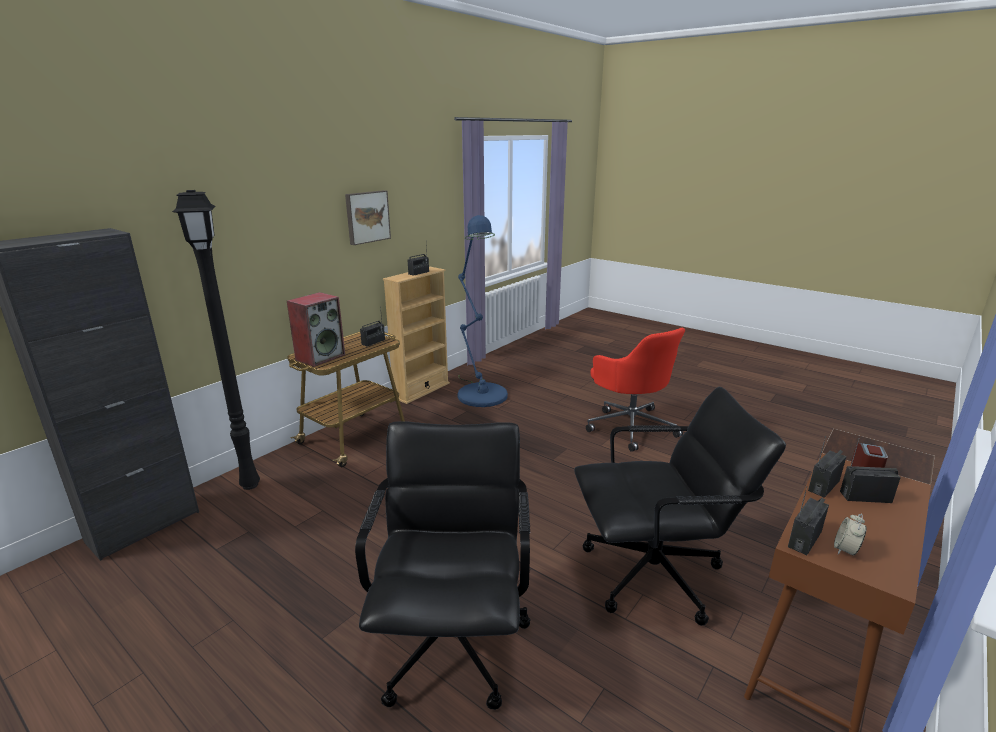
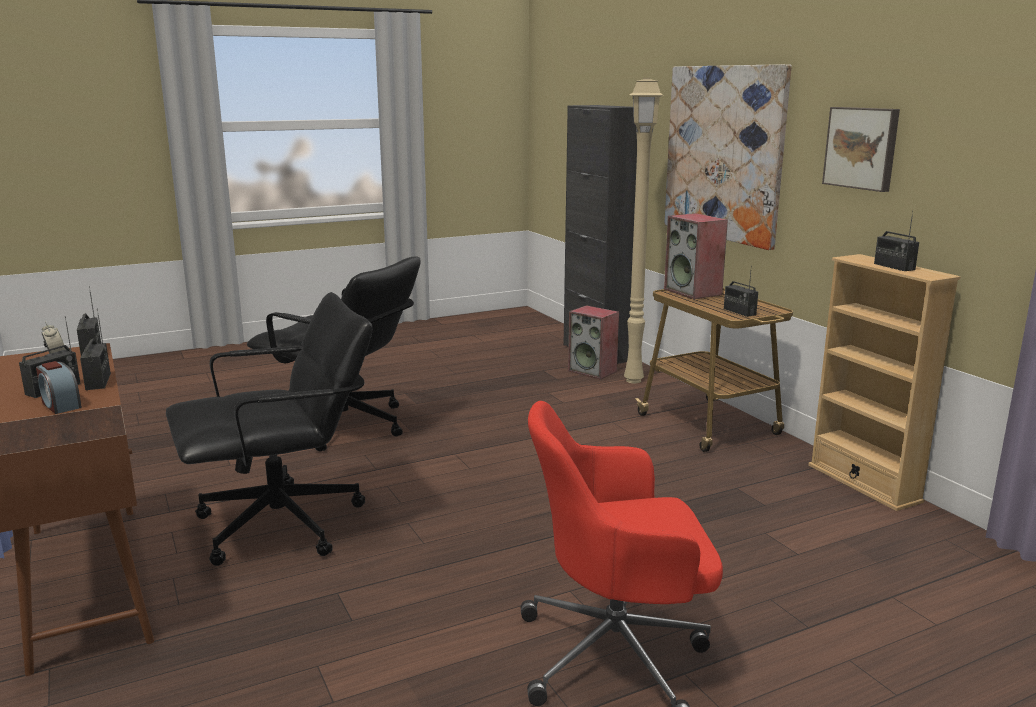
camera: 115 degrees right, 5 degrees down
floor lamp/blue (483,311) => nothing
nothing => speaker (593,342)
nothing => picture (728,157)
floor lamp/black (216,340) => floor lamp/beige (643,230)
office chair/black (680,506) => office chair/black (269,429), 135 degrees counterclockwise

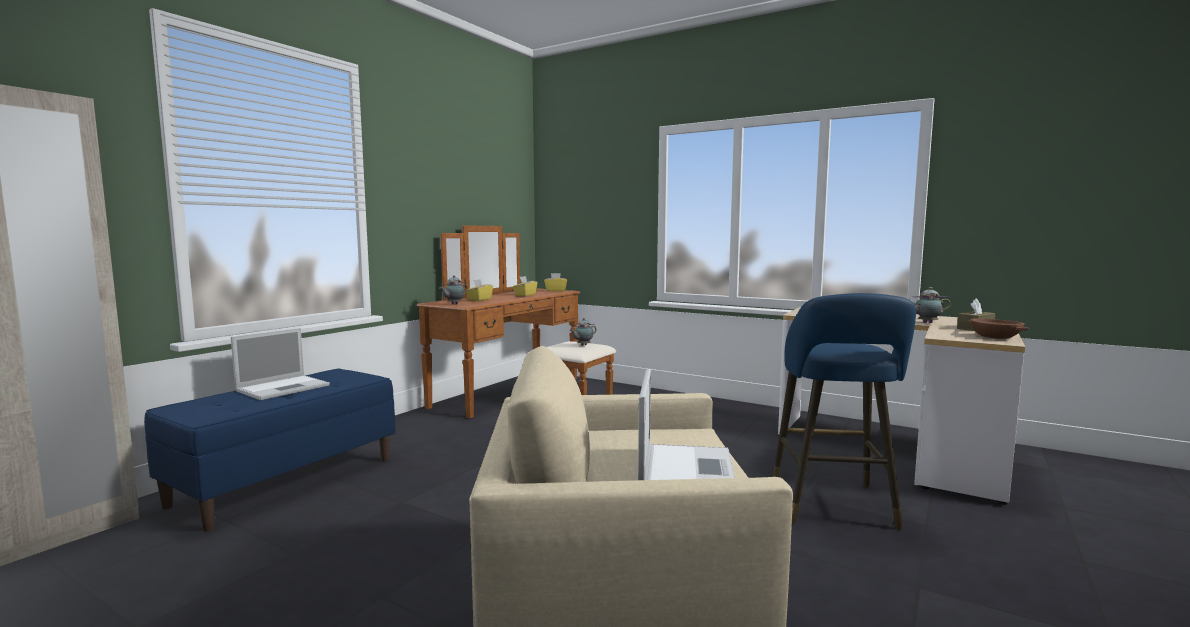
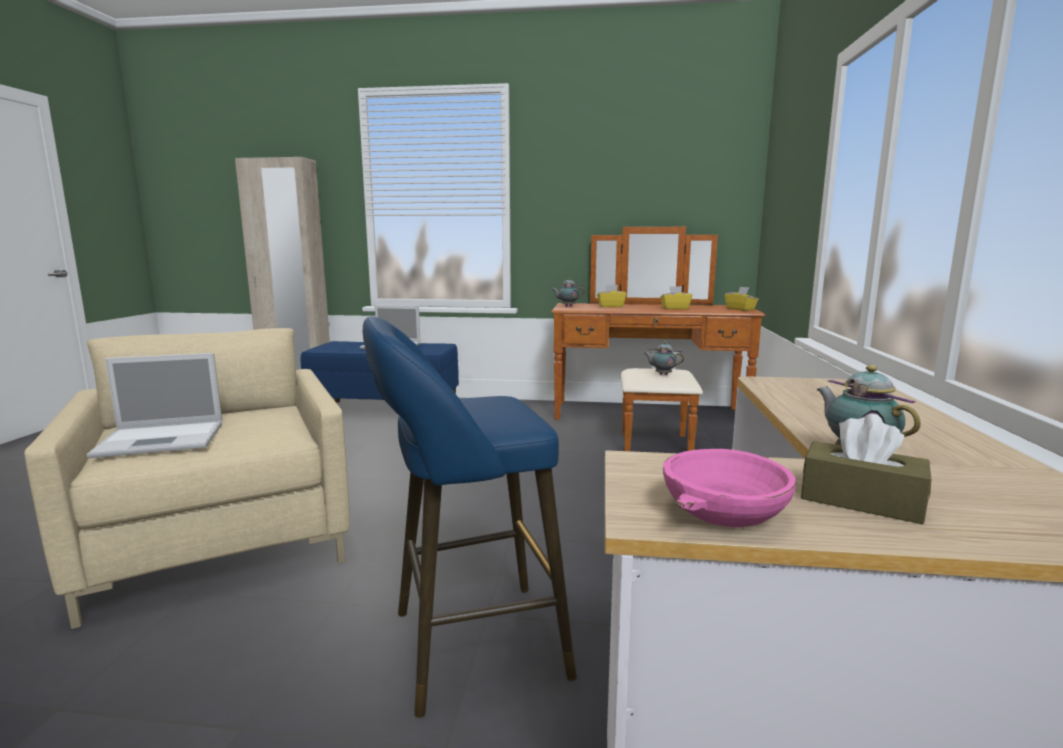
camera: 65 degrees right, 5 degrees up
bowl/brown (998,328) => bowl/pink (729,488)

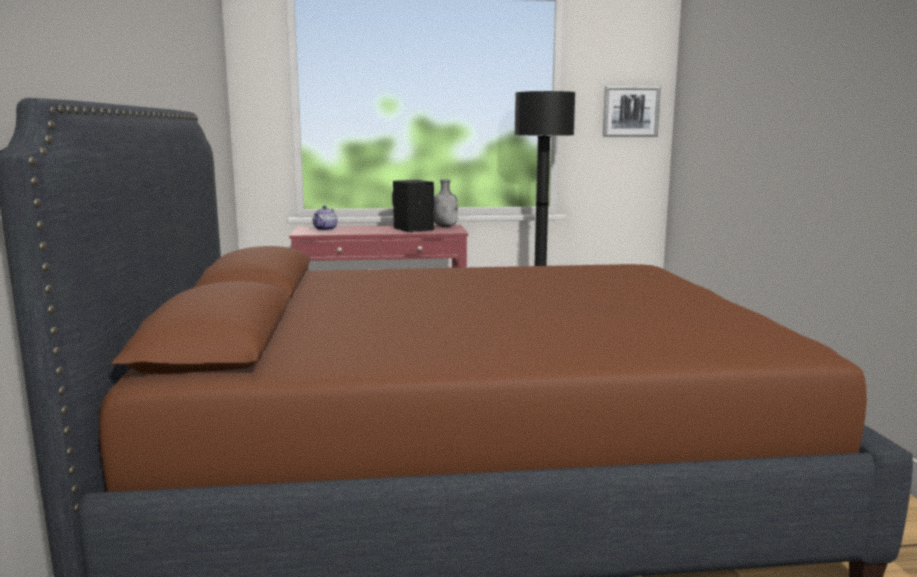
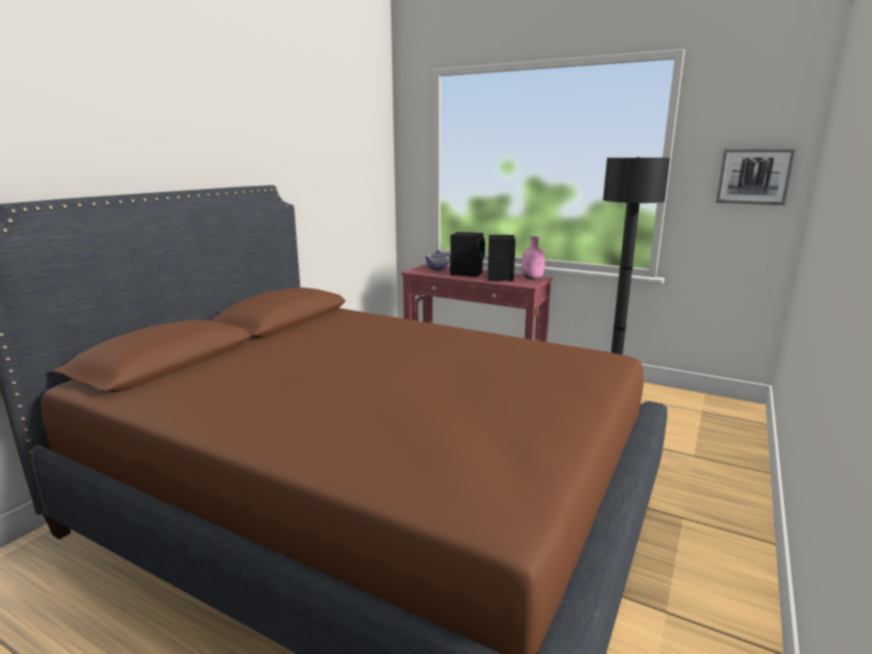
camera: 35 degrees right, 5 degrees up
nothing => speaker/black (467,254)
bottle/grey (446,203) => bottle/pink (533,258)

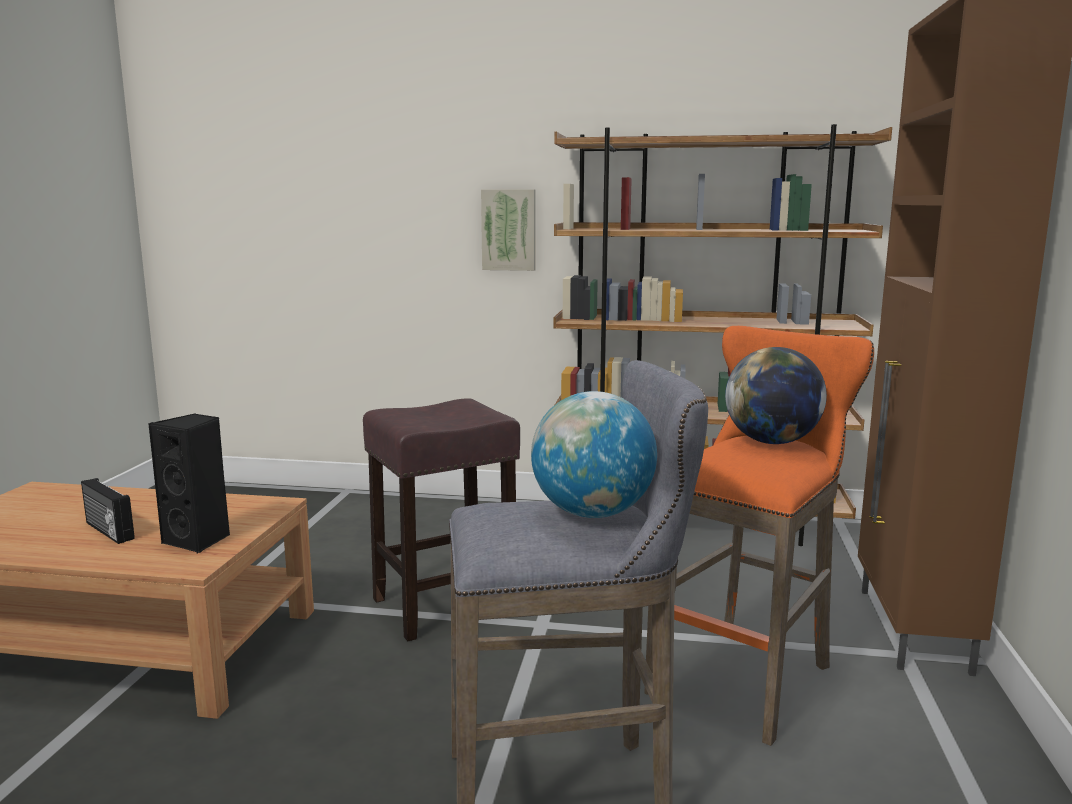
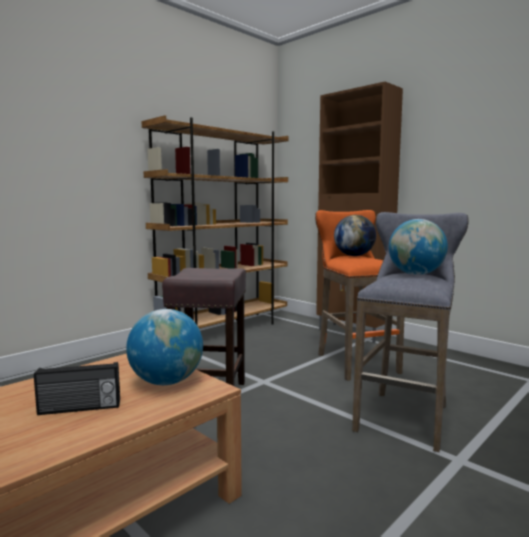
camera: 55 degrees left, 5 degrees down
picture (508,230) => nothing
speaker/black (189,483) => globe (164,347)

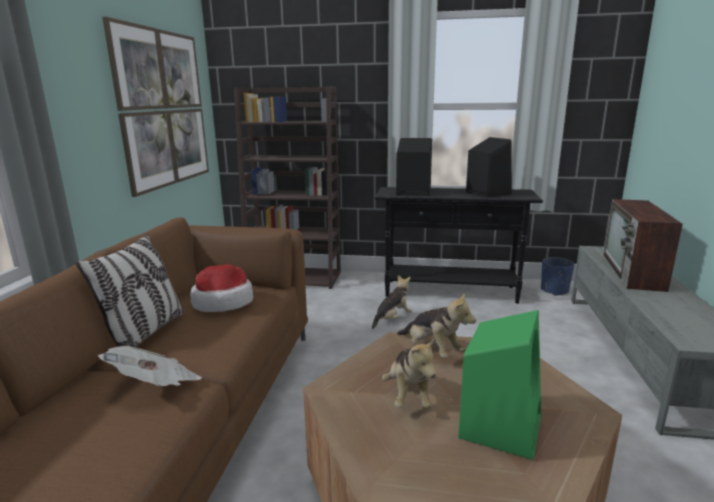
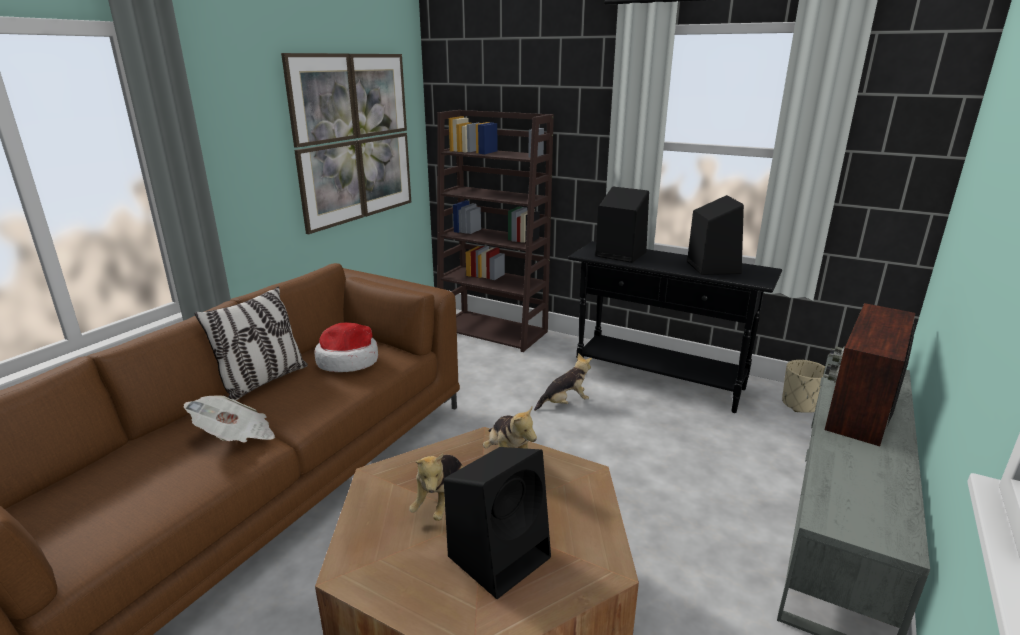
camera: 20 degrees right, 5 degrees up
speaker/green (499,385) => speaker/black (497,523)
planter/blue (558,276) => planter/beige (803,386)

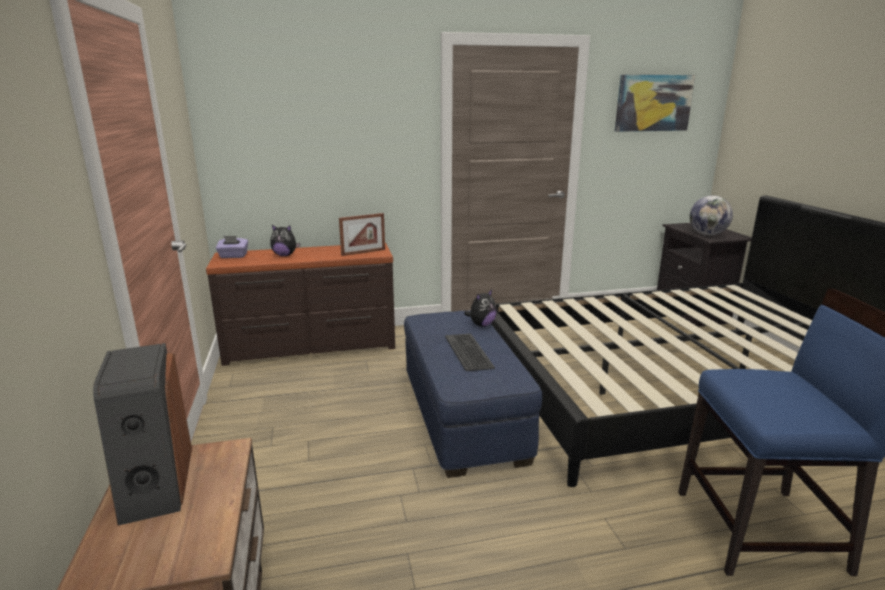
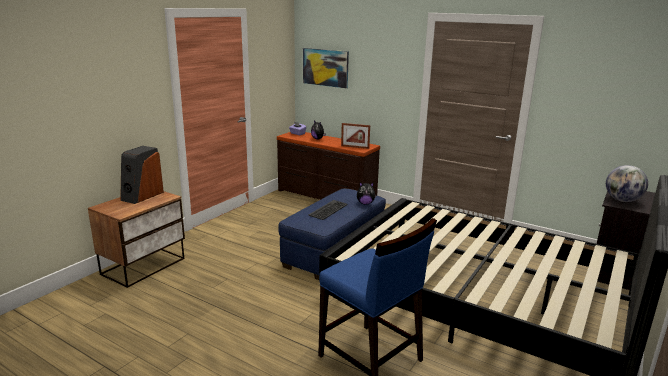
camera: 45 degrees right, 0 degrees up
picture (655,103) => picture (326,68), shifted

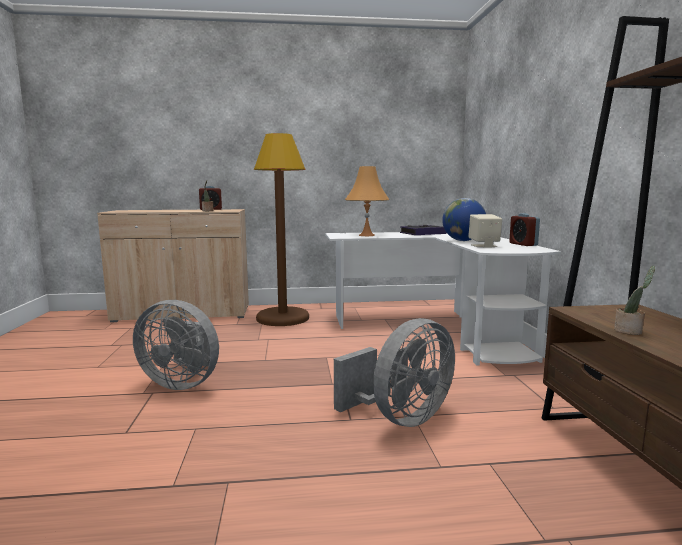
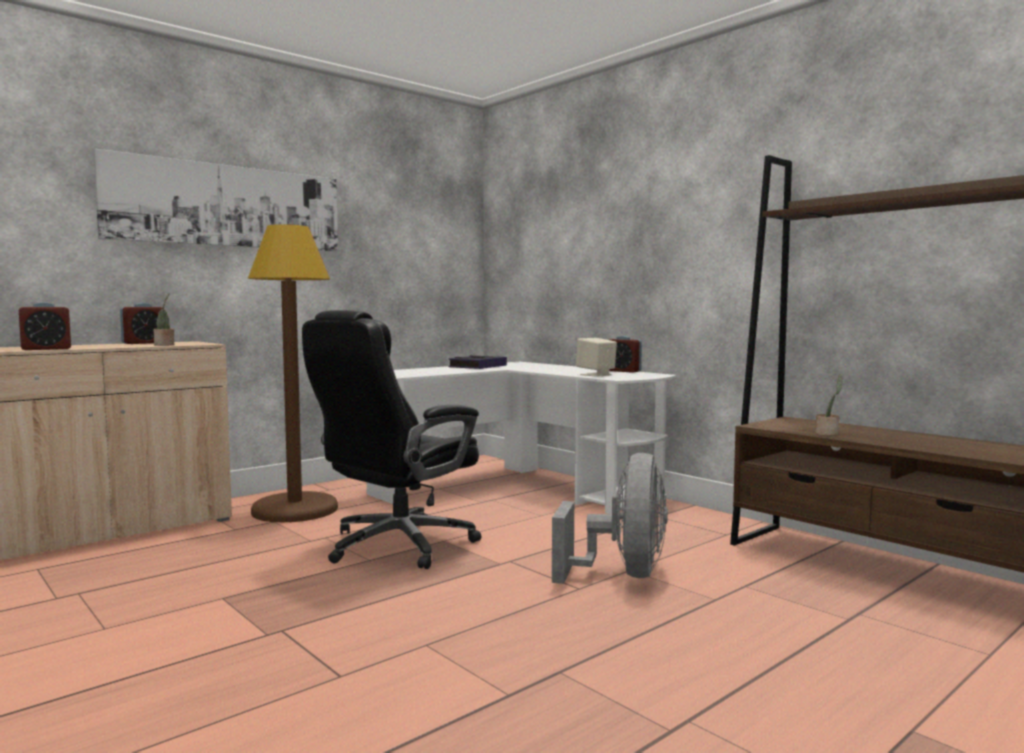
camera: 35 degrees left, 5 degrees down
fan/grey (176,345) => nothing
table lamp/orange (367,201) => nothing
globe (464,219) => nothing
nothing => alarm clock (45,326)
nothing => picture (215,200)
nothing => office chair/black (391,439)

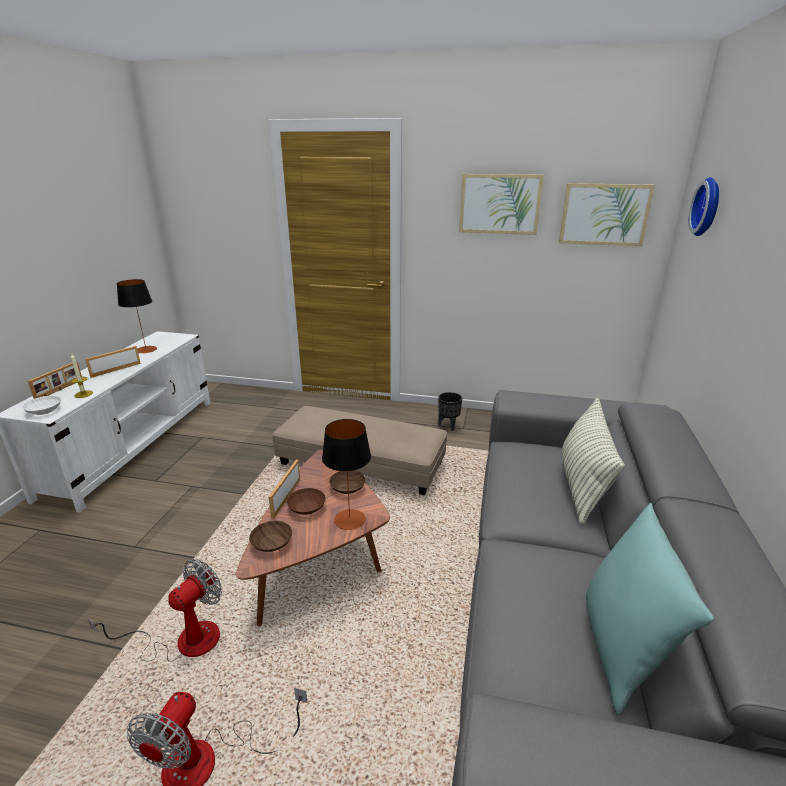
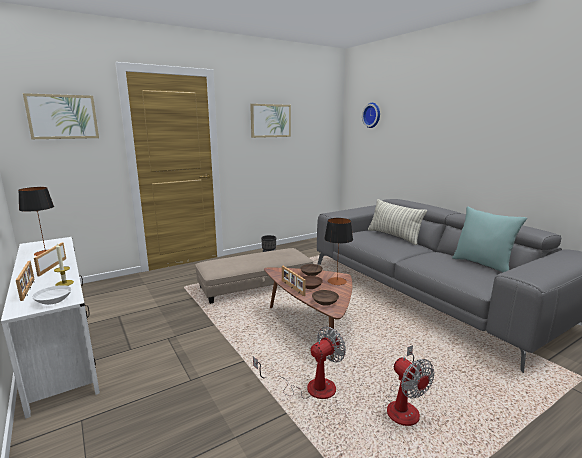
camera: 45 degrees left, 10 degrees down
picture (607,214) => picture (61,116), shifted
fan (154,610) => fan (299,363), 60 degrees clockwise

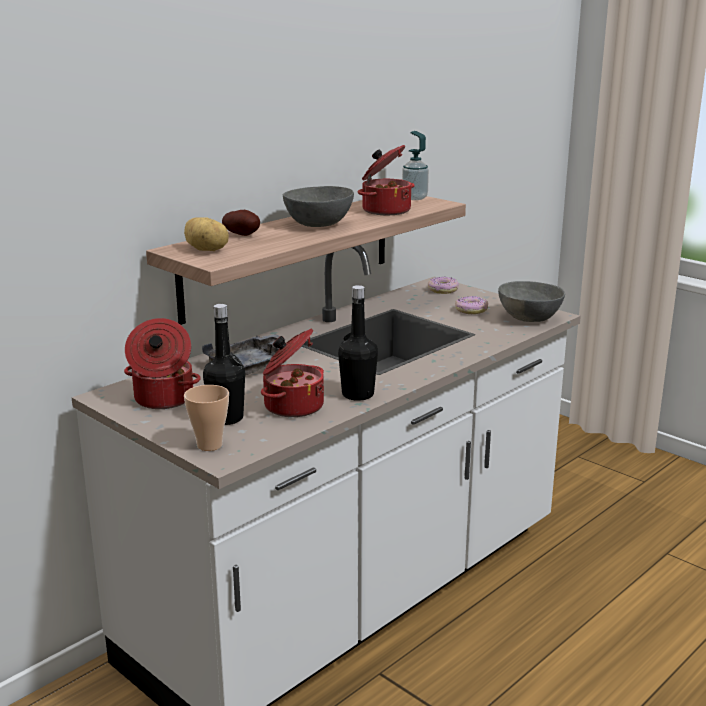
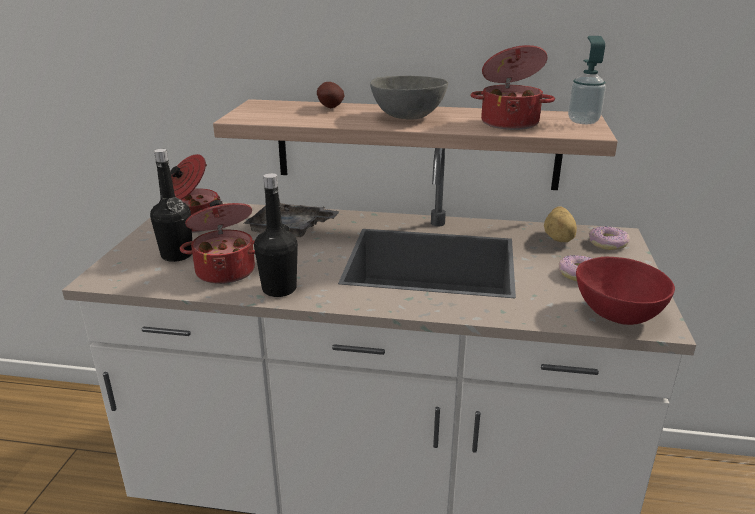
camera: 55 degrees right, 5 degrees up
cup (206,418) => nothing
potato (206,234) => potato (560,224), shifted
bowl/grey (531,301) => bowl/red (625,290)

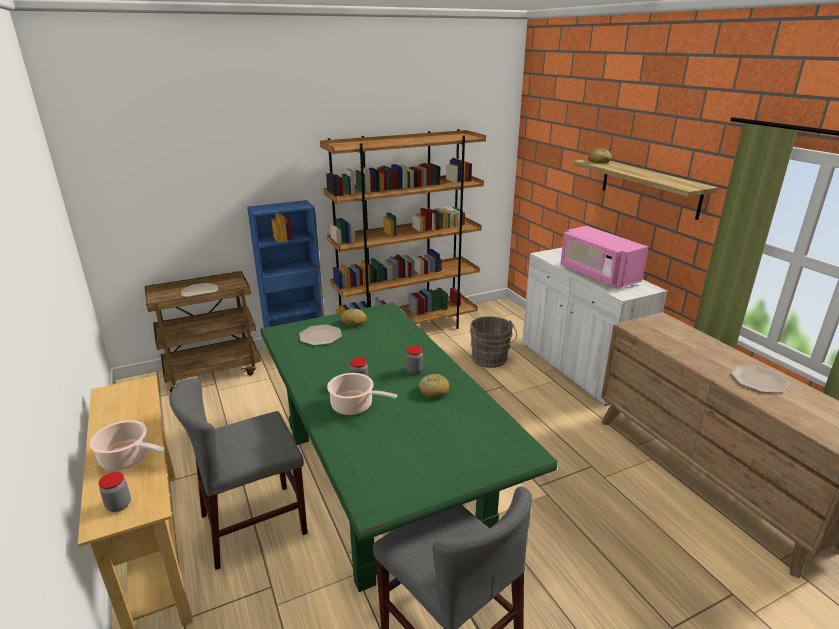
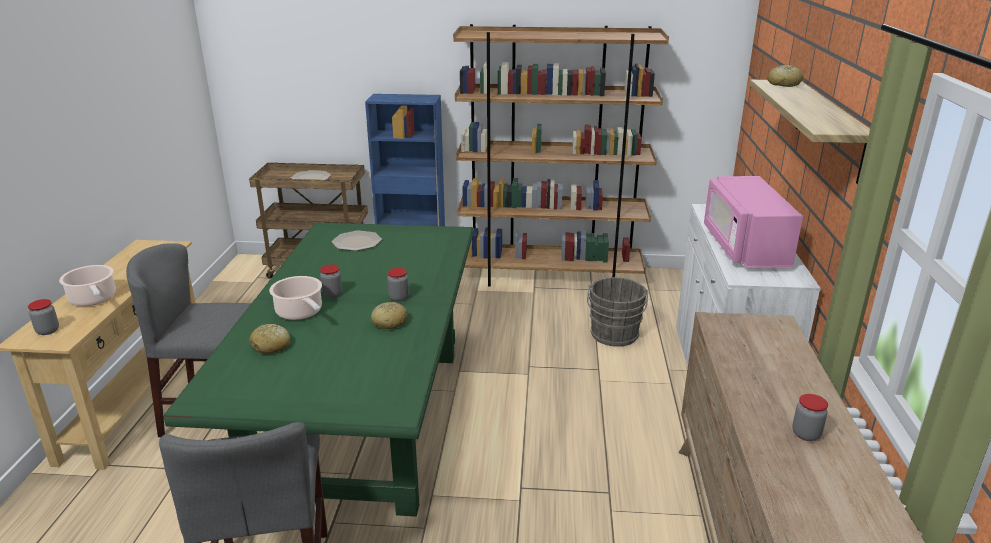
camera: 30 degrees right, 0 degrees up
bread (354,317) => bread (269,339), shifted
plate (759,379) => jar (810,417)

